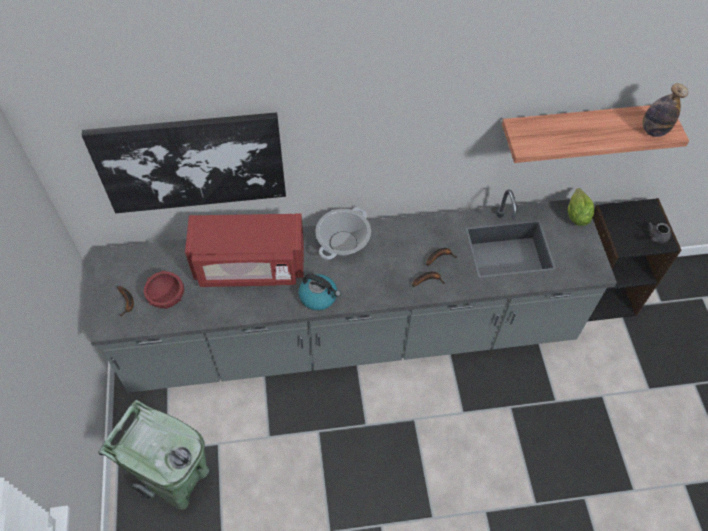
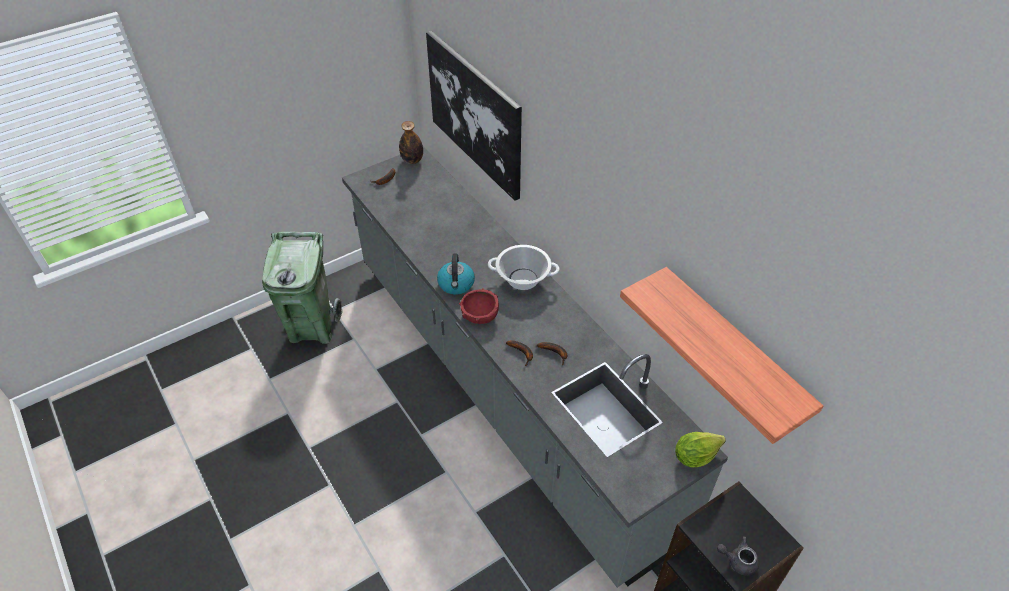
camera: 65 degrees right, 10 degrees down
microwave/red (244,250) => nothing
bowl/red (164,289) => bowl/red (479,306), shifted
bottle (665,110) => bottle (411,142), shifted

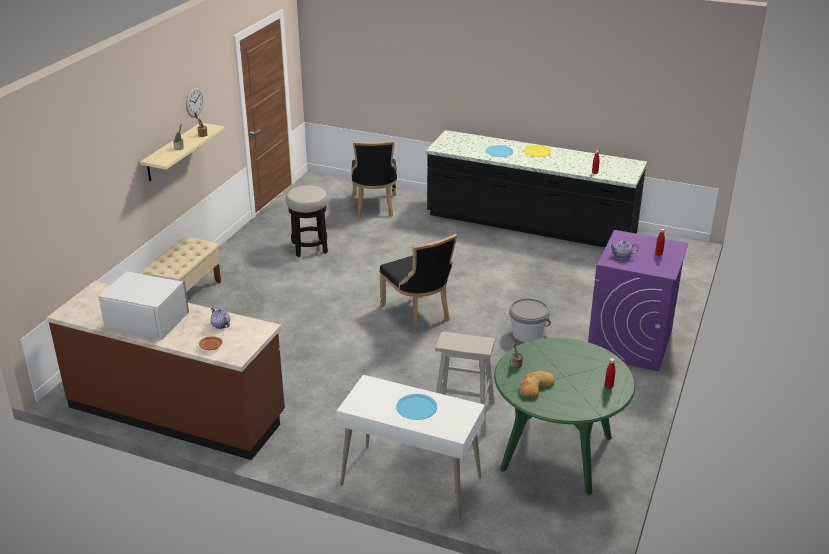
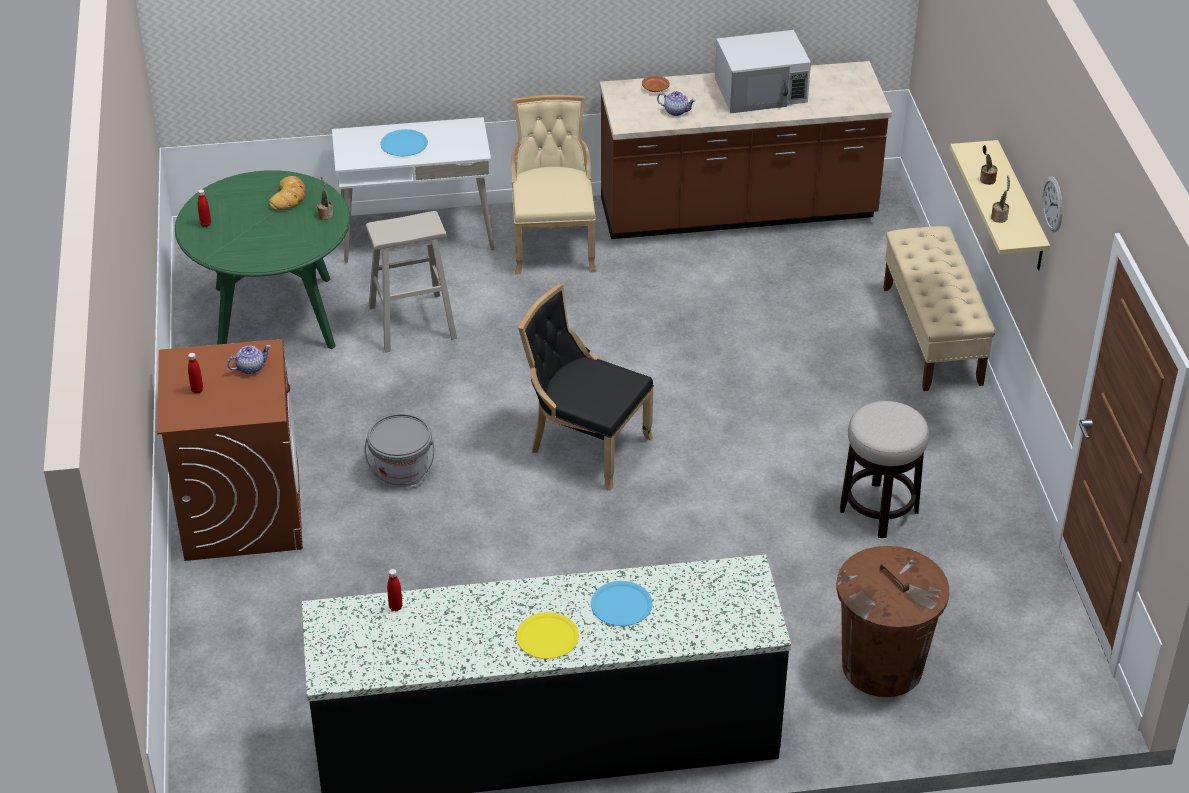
camera: 150 degrees right, 10 degrees up
nothing => chair/beige (553,185)
chair/black (374,179) => trash can/brown (892,621)
washing machine/purple (638,301) => washing machine/brown (230,450)

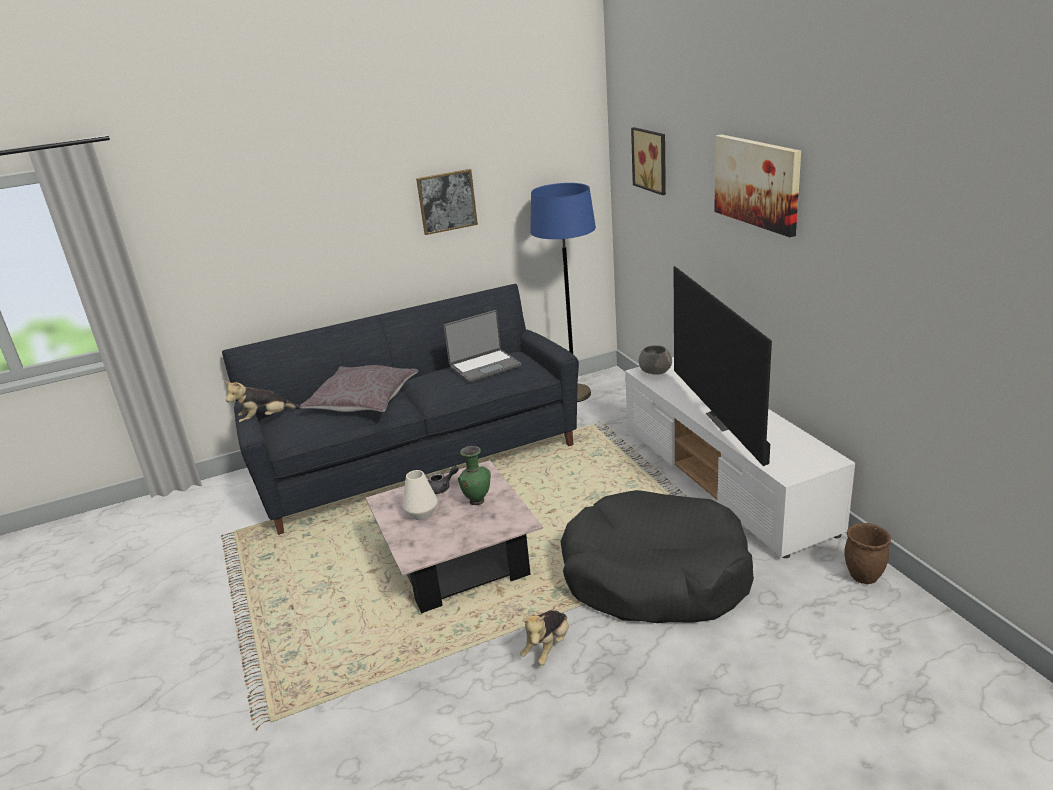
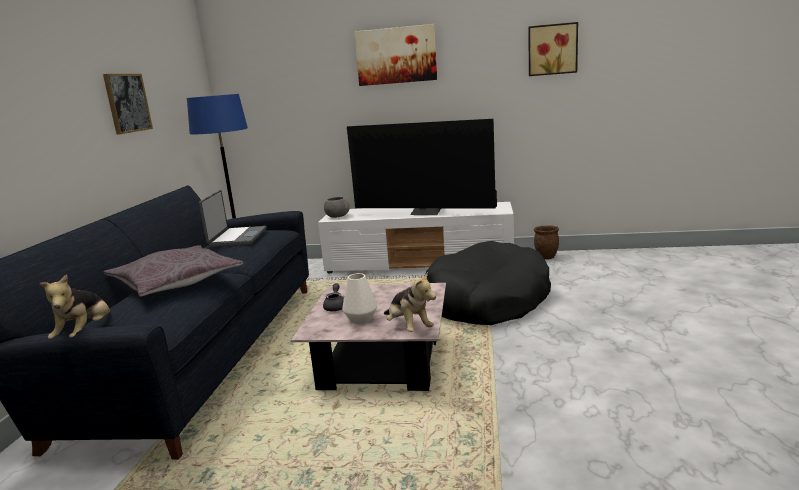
camera: 60 degrees left, 10 degrees down
vase/green (474,475) => nothing
plush toy (544,637) => plush toy (410,301), shifted
picture (648,161) => picture (553,49), shifted

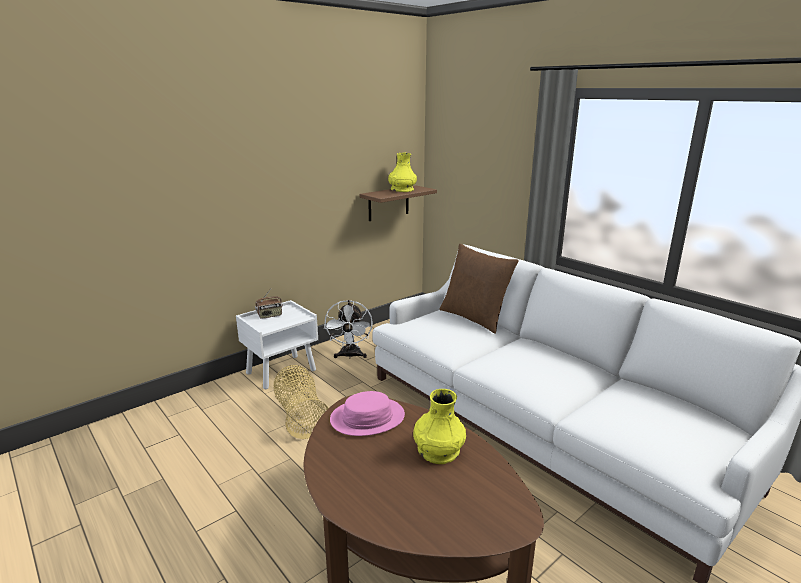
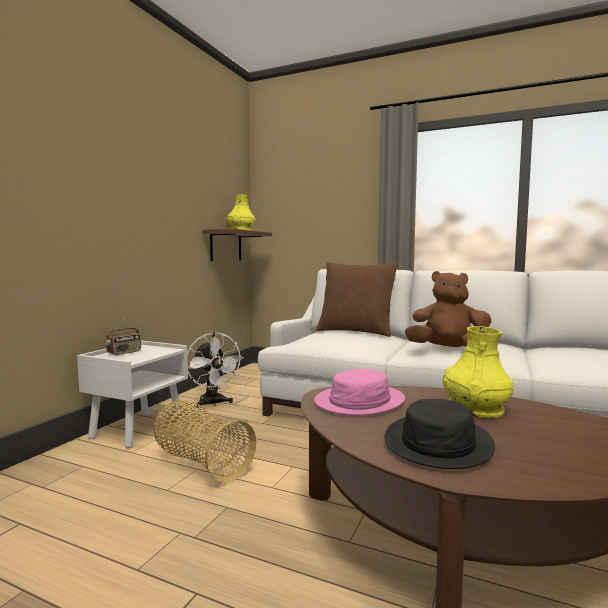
camera: 25 degrees left, 15 degrees down
nothing => hat/black (440,434)
nothing => plush toy/brown (448,309)

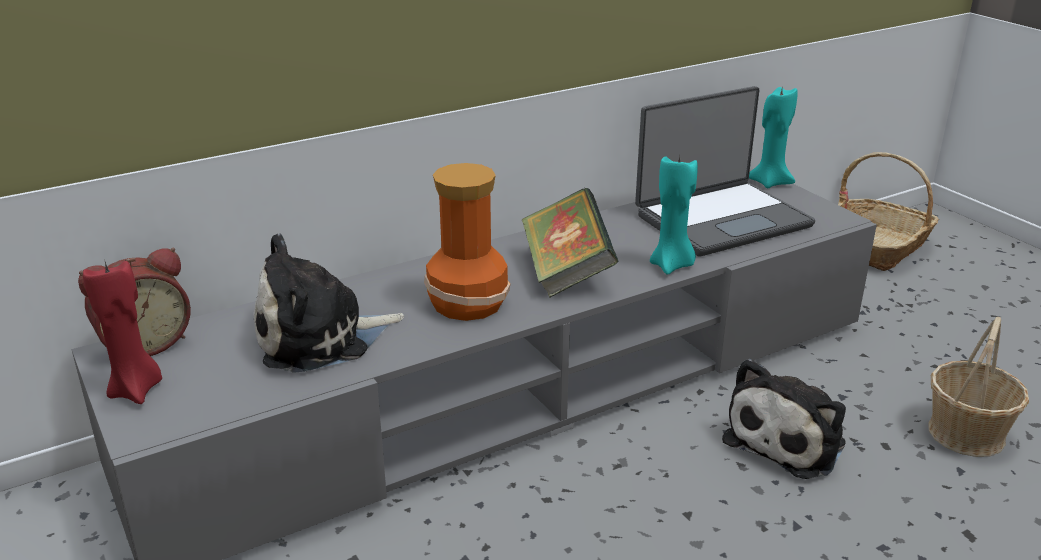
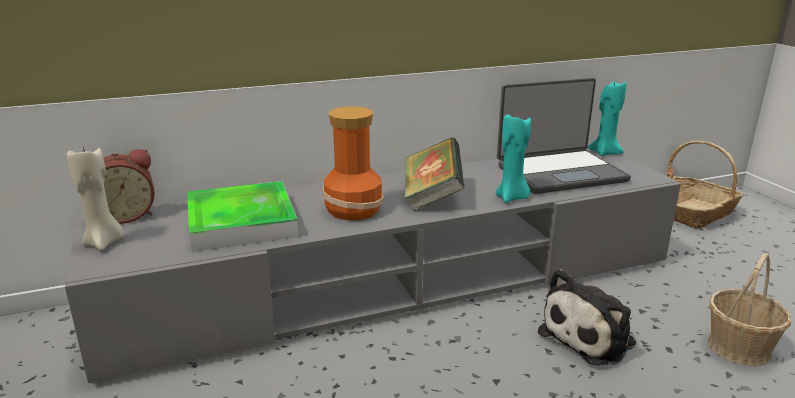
camera: 10 degrees right, 5 degrees down
plush toy (329,303) => tray (242,216)
candle/red (122,332) => candle/beige (95,198)

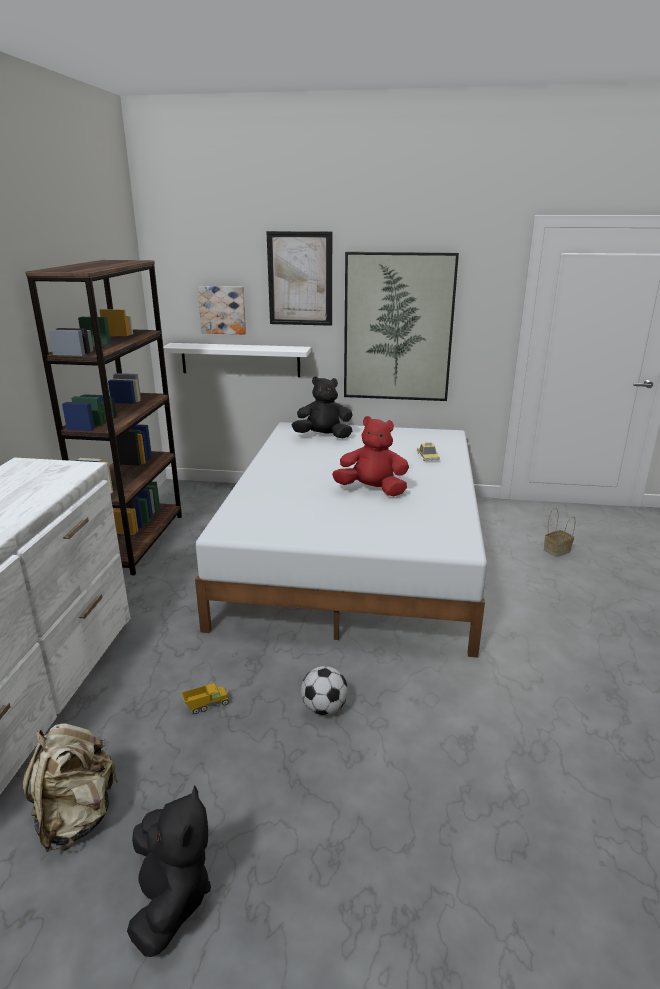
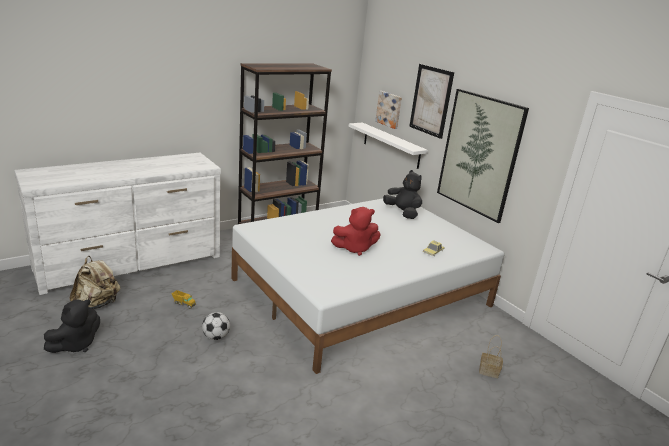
camera: 45 degrees right, 0 degrees up
plush toy/red (370,456) => plush toy/red (356,231), 105 degrees clockwise

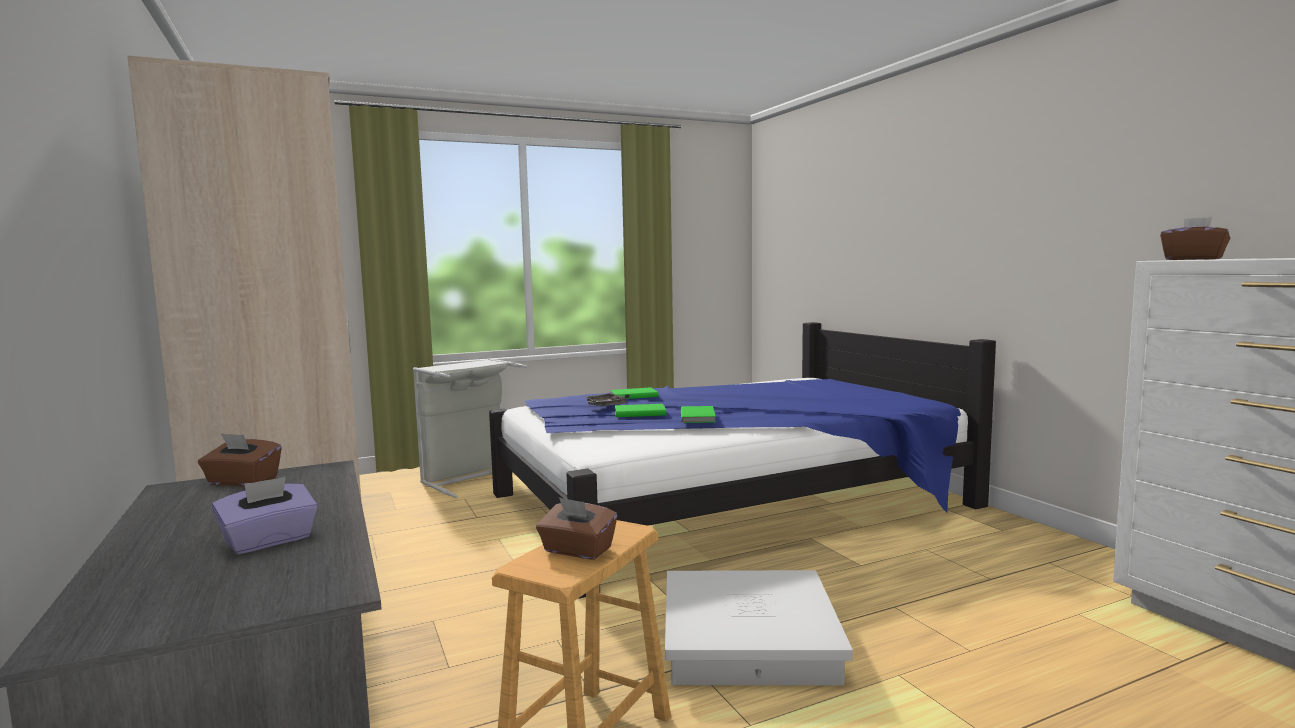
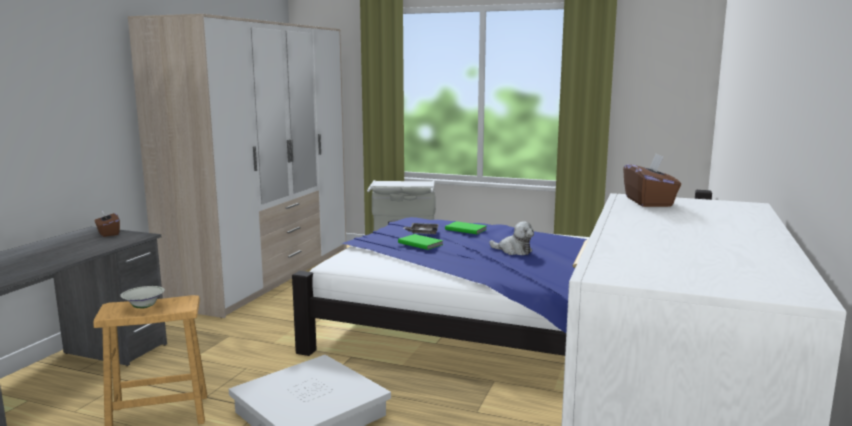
camera: 45 degrees right, 5 degrees up
tissue box/purple (265,515) => nothing
book/green (698,414) => nothing
nothing => plush toy (511,238)
tissue box/brown (576,528) => bowl/white (142,297)

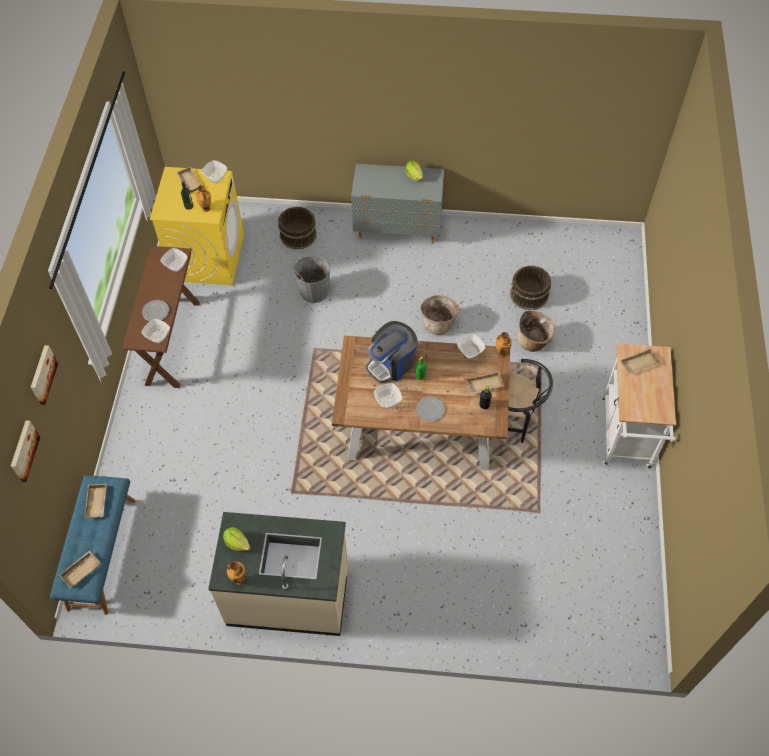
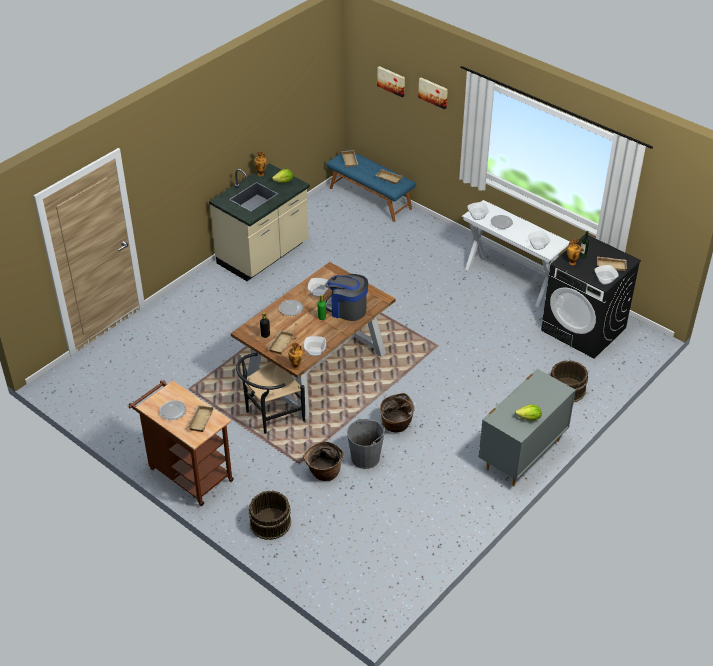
camera: 125 degrees right, 15 degrees down
nothing => plate (172,410)
bucket/grey (312,279) => bucket/grey (366,444), shifted
bucket/brown (530,288) => bucket/brown (270,515), shifted
console table/brown (161,317) => console table/white (516,253)
washing machine/yellow (197,226) => washing machine/black (591,297)
cart/white (638,406) => cart/brown (181,443)
coffee machine (392,352) => coffee machine (346,297), 60 degrees counterclockwise

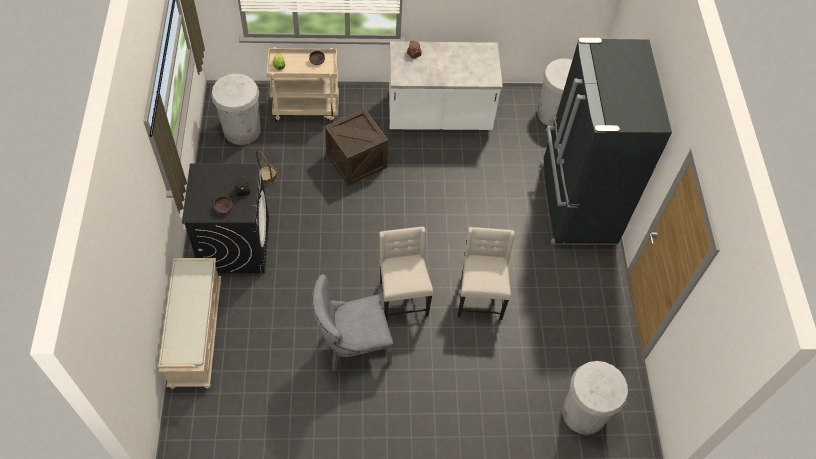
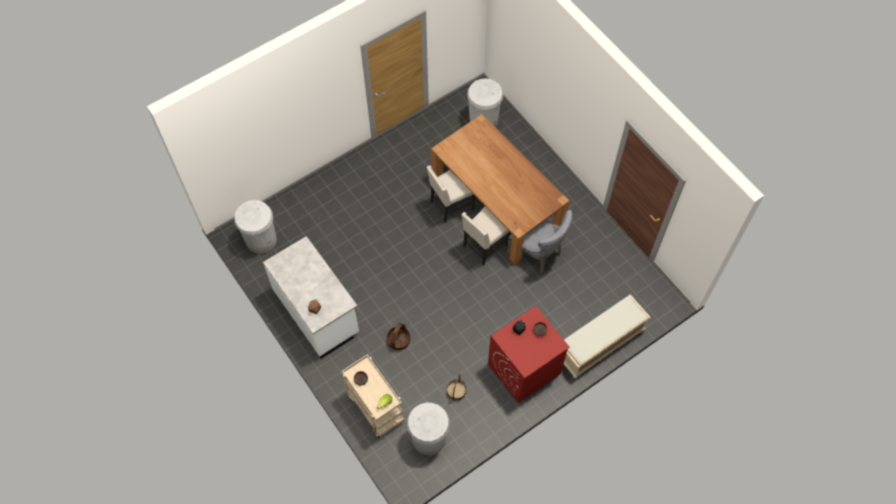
camera: 120 degrees left, 5 degrees up
fridge/black (606,141) => nothing
nothing => dining table/brown (500,189)
crate (356,147) => basket (398,336)
washing machine/black (225,218) => washing machine/red (529,354)

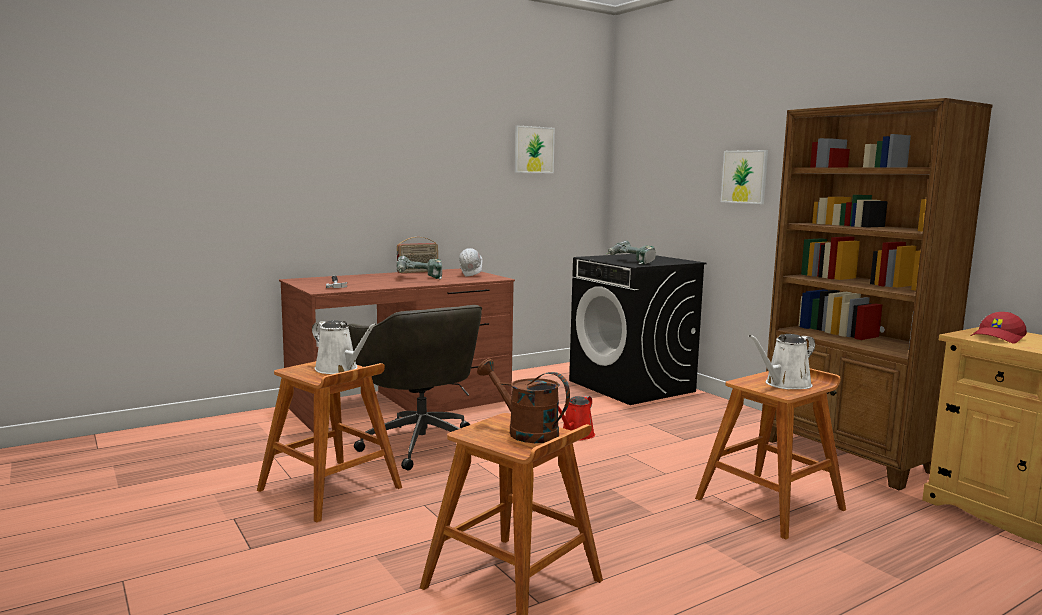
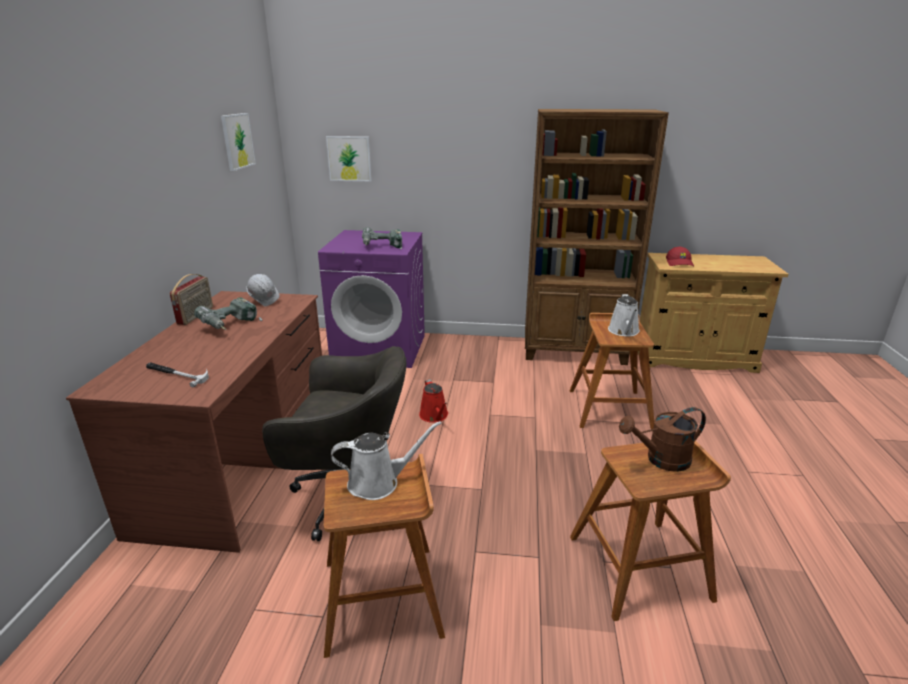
camera: 50 degrees left, 15 degrees up
picture (744,177) => picture (349,159), shifted
washing machine/black (637,329) => washing machine/purple (371,299)

